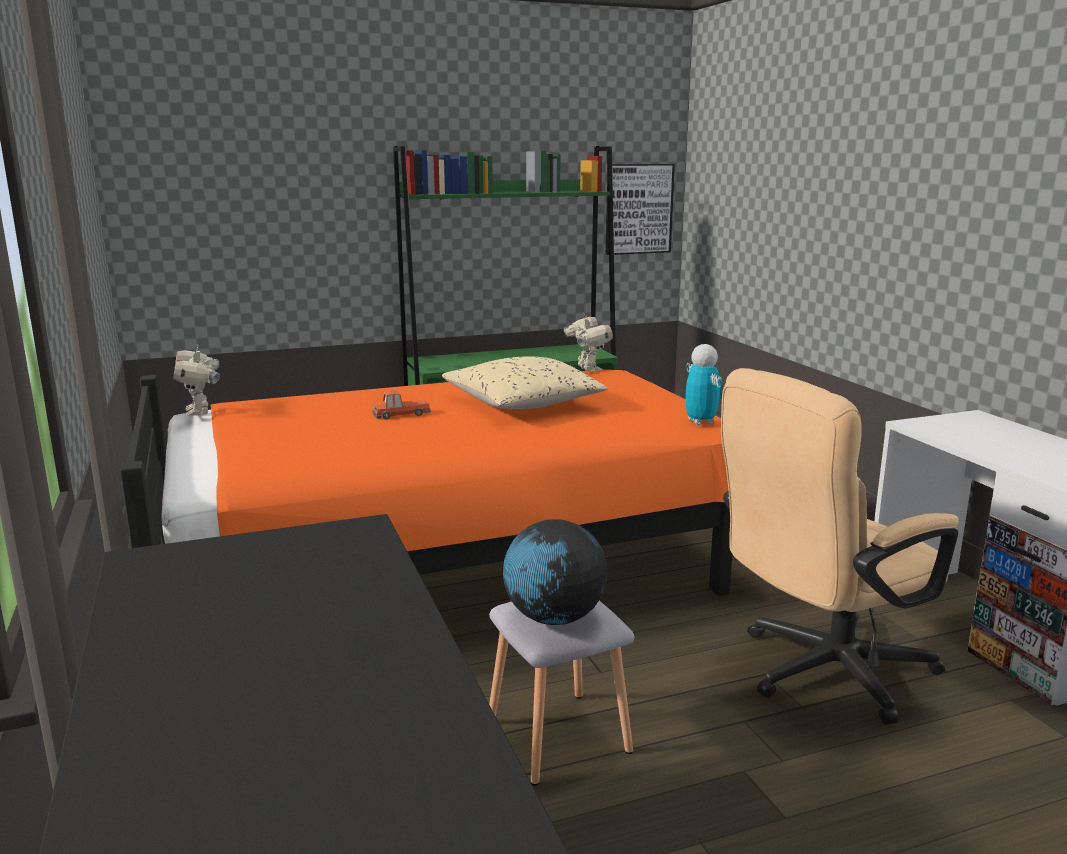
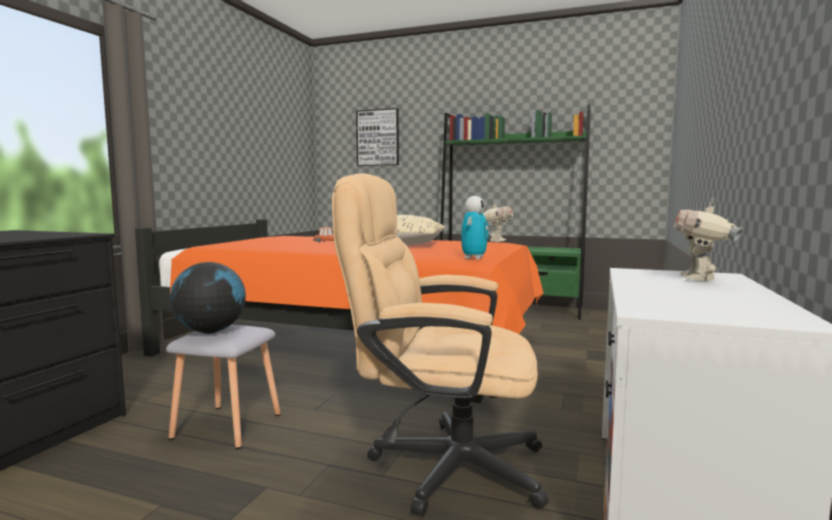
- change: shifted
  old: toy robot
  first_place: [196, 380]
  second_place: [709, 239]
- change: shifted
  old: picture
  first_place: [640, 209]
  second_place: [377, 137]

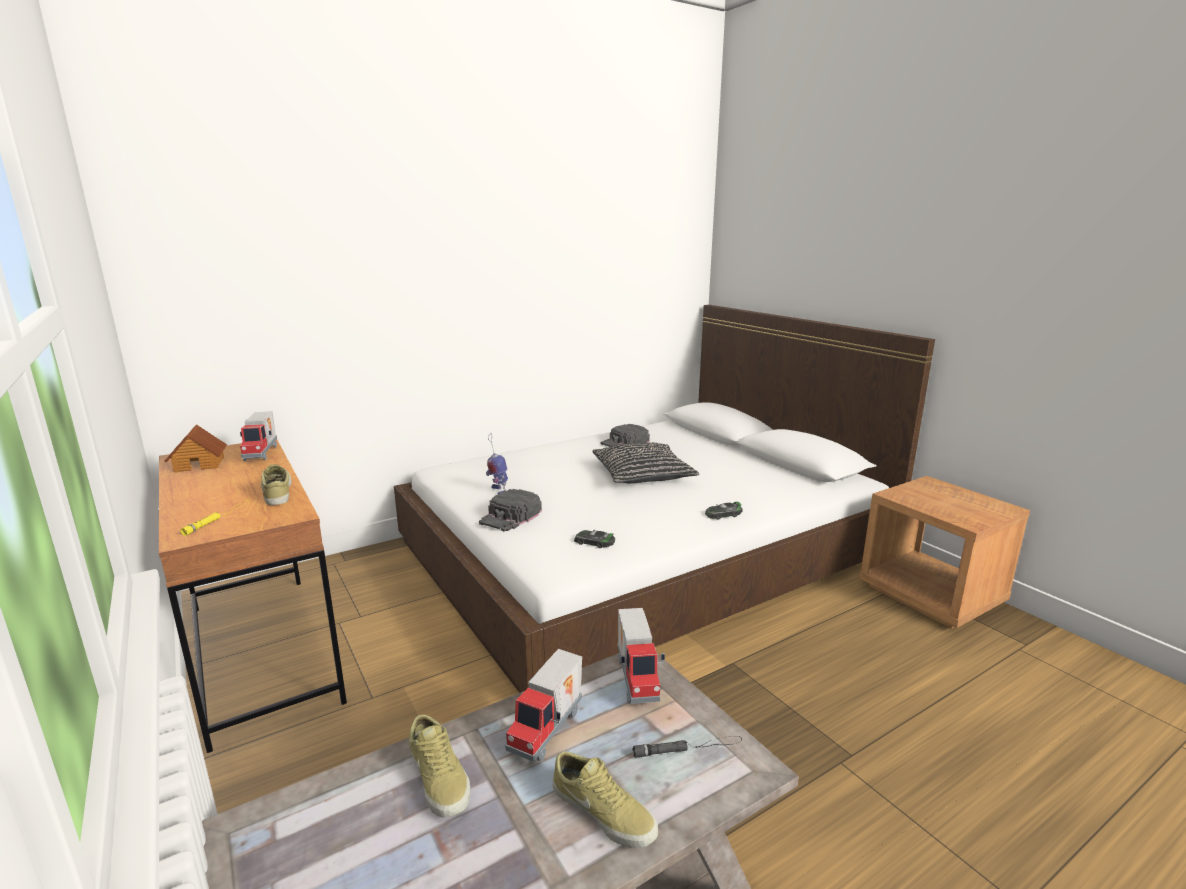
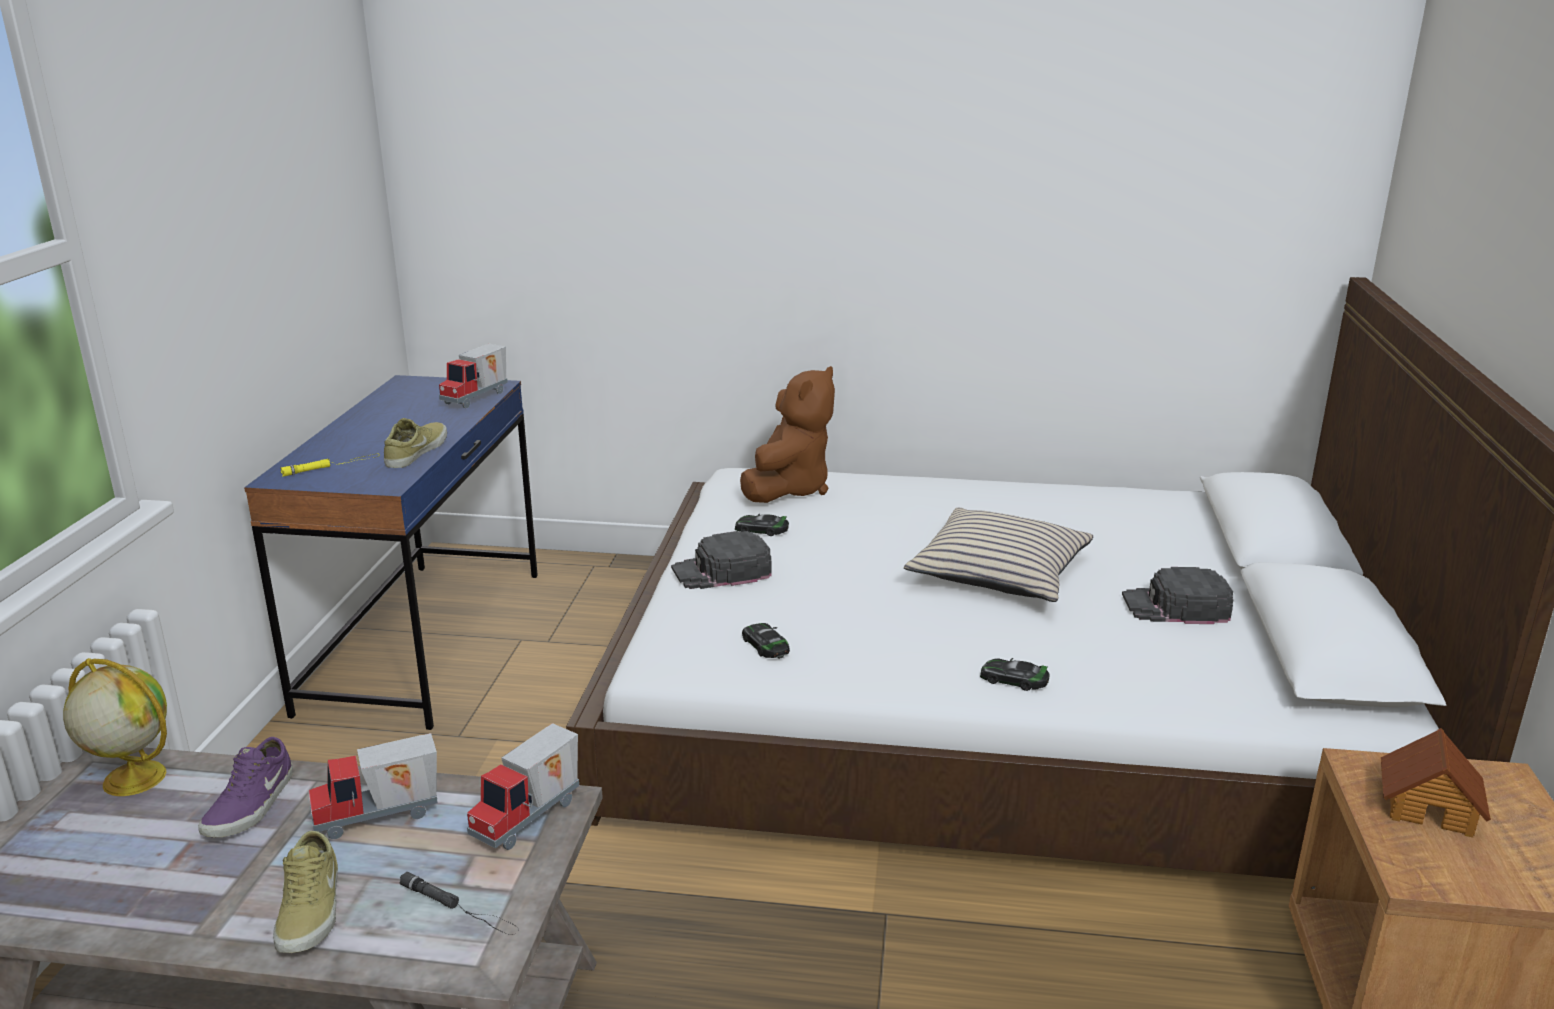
- change: repainted
  old: brown desk
  new: blue desk
  first_place: [253, 596]
  second_place: [391, 552]
- change: shifted
  old: toy house
  first_place: [196, 448]
  second_place: [1436, 783]
- change: repainted
  old: beige shoe
  new: purple shoe
  first_place: [439, 766]
  second_place: [245, 787]
- change: swapped
  old: toy robot
  new: toy car
  first_place: [497, 464]
  second_place: [762, 525]
- change: repainted
  old: black pillow
  new: beige pillow
  first_place: [645, 463]
  second_place: [998, 555]
- change: shifted
  old: black cap
  first_place: [625, 435]
  second_place: [1177, 595]
- change: new
  new: globe
  second_place: [115, 727]
- change: new
  new: brown plush toy
  second_place: [787, 434]

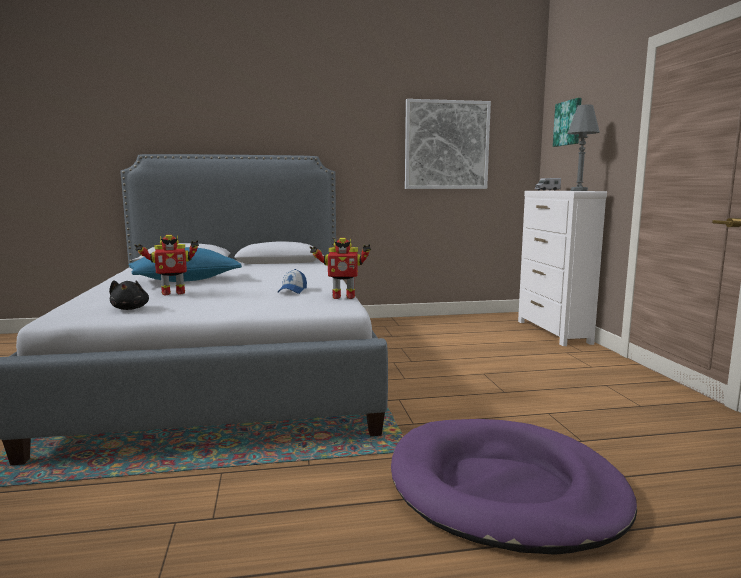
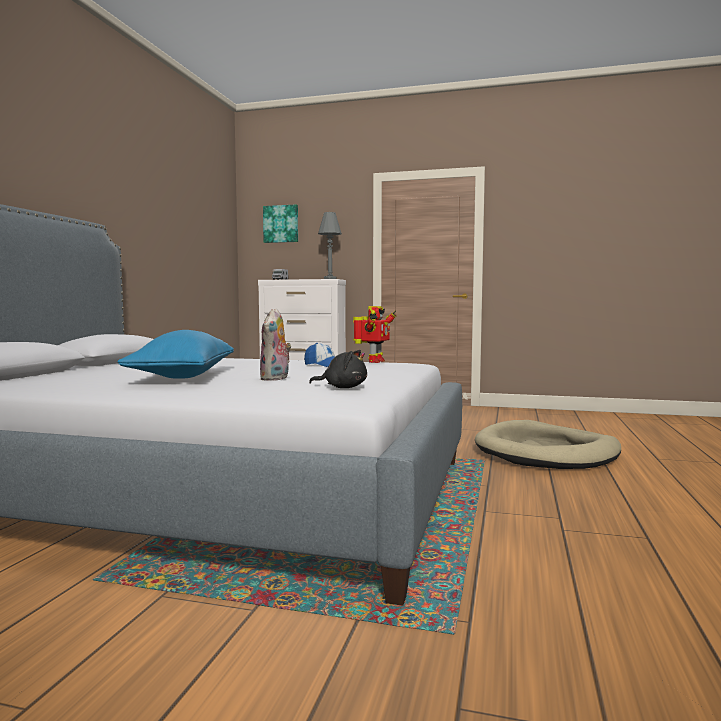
- change: swapped
  old: toy robot
  new: plush toy
  first_place: [166, 265]
  second_place: [275, 345]
- change: repainted
  old: purple dog bed
  new: beige dog bed
  first_place: [514, 486]
  second_place: [548, 444]
- change: gone
  old: picture
  first_place: [448, 144]

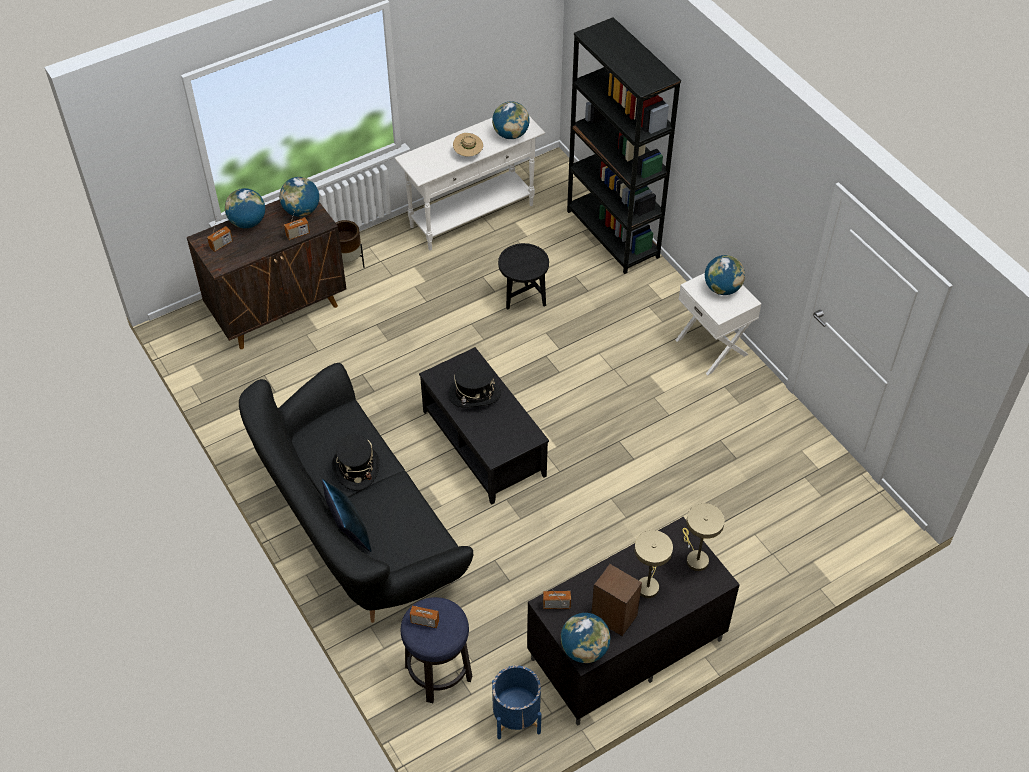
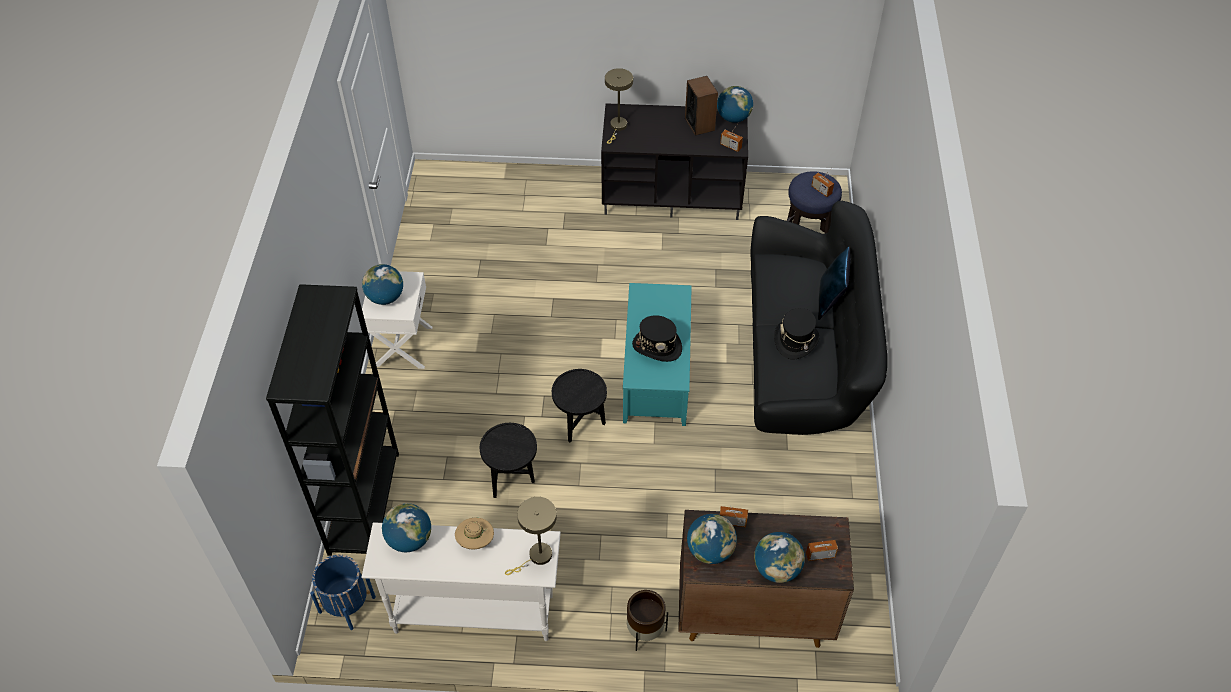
- change: repainted
  old: black coffee table
  new: turquoise coffee table
  first_place: [484, 426]
  second_place: [657, 354]
- change: shifted
  old: blue planter
  first_place: [516, 702]
  second_place: [343, 592]
- change: shifted
  old: beige table lamp
  first_place: [653, 564]
  second_place: [531, 536]
- change: new
  new: black side table
  second_place: [579, 406]

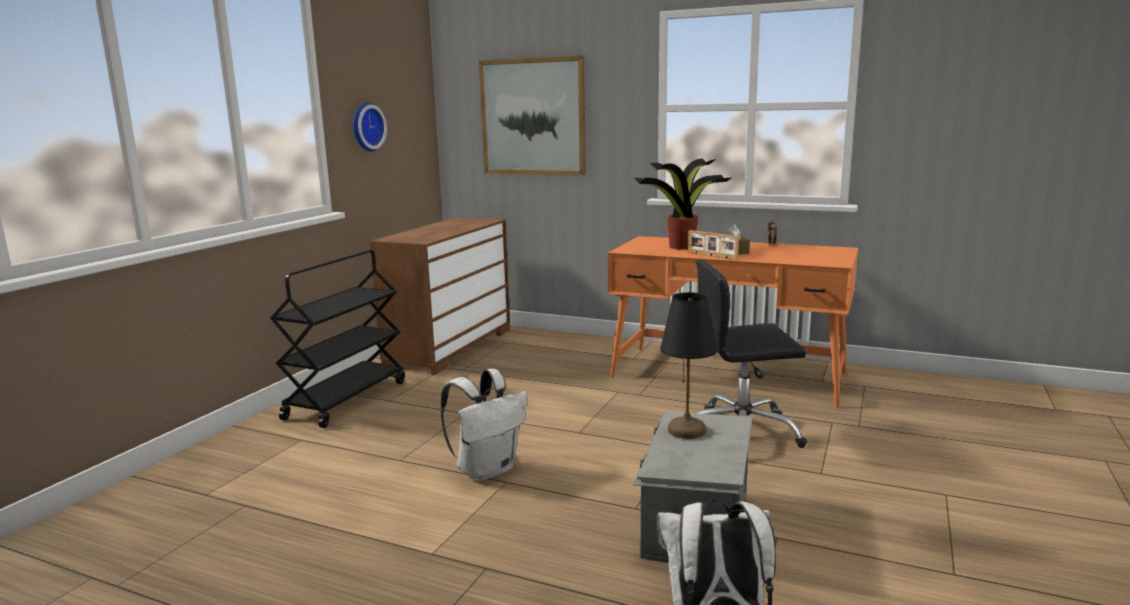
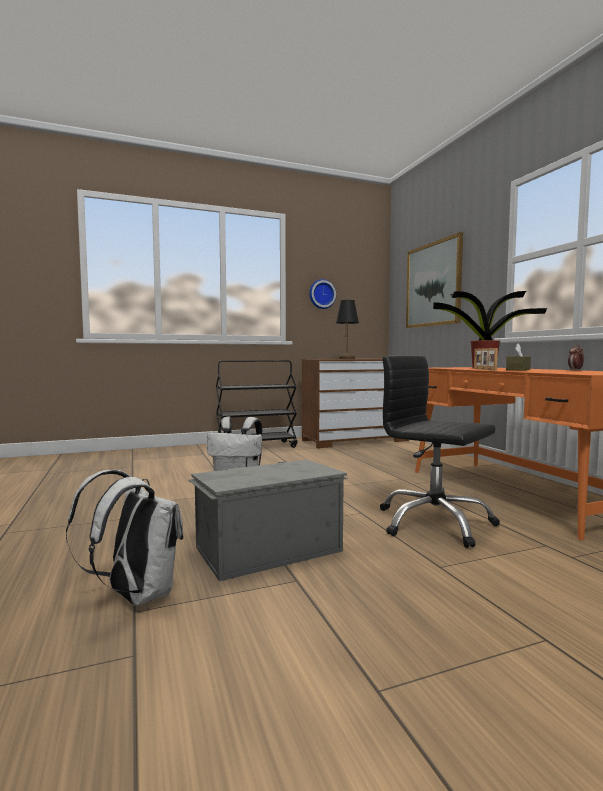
- change: shifted
  old: black table lamp
  first_place: [688, 365]
  second_place: [347, 329]

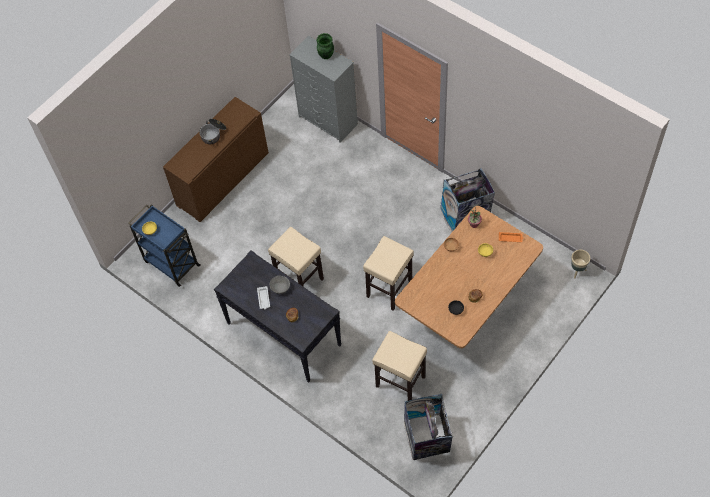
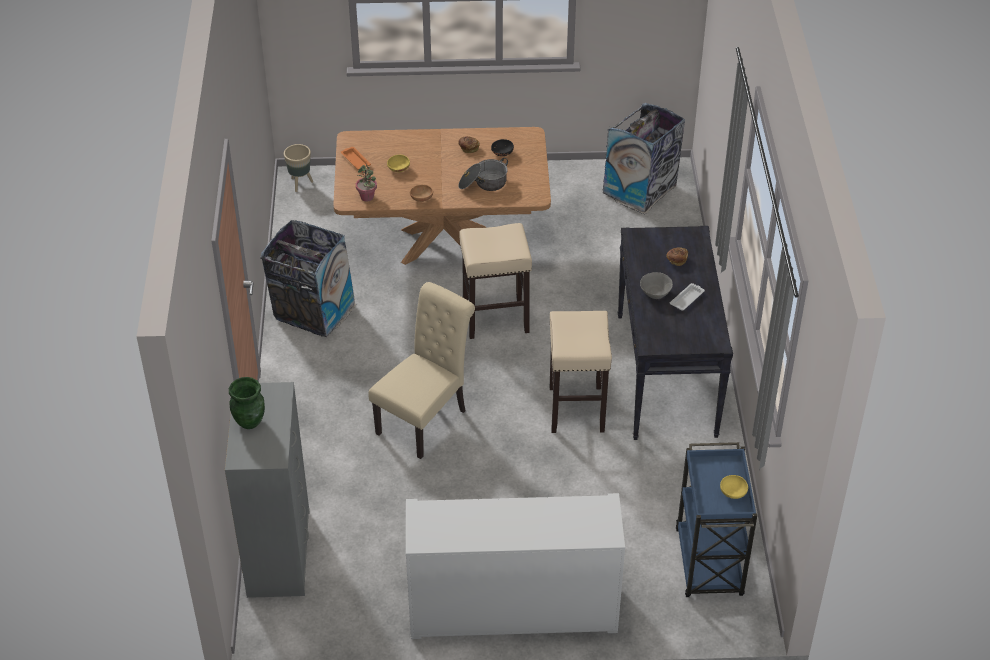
- change: repainted
  old: brown cabinet
  new: white cabinet
  first_place: [216, 159]
  second_place: [515, 566]
- change: shifted
  old: cooking pot
  first_place: [213, 131]
  second_place: [483, 174]
- change: gone
  old: beige stool
  first_place: [399, 366]
- change: new
  new: beige chair
  second_place: [421, 370]

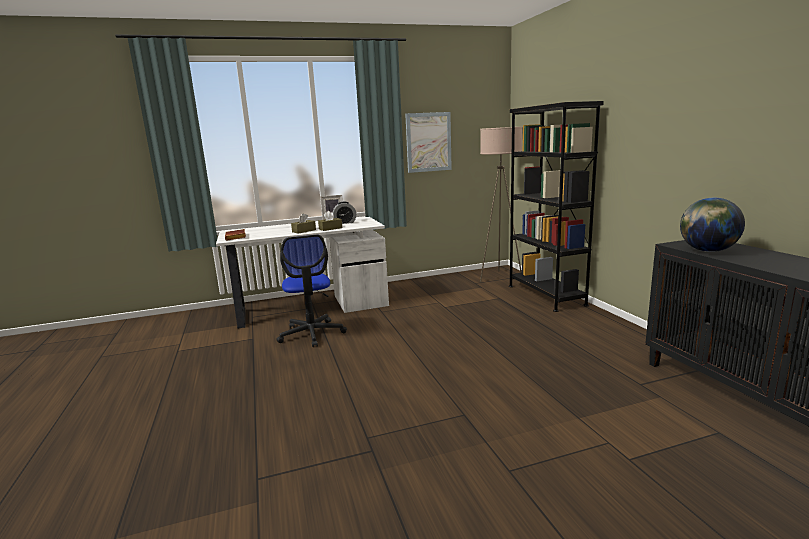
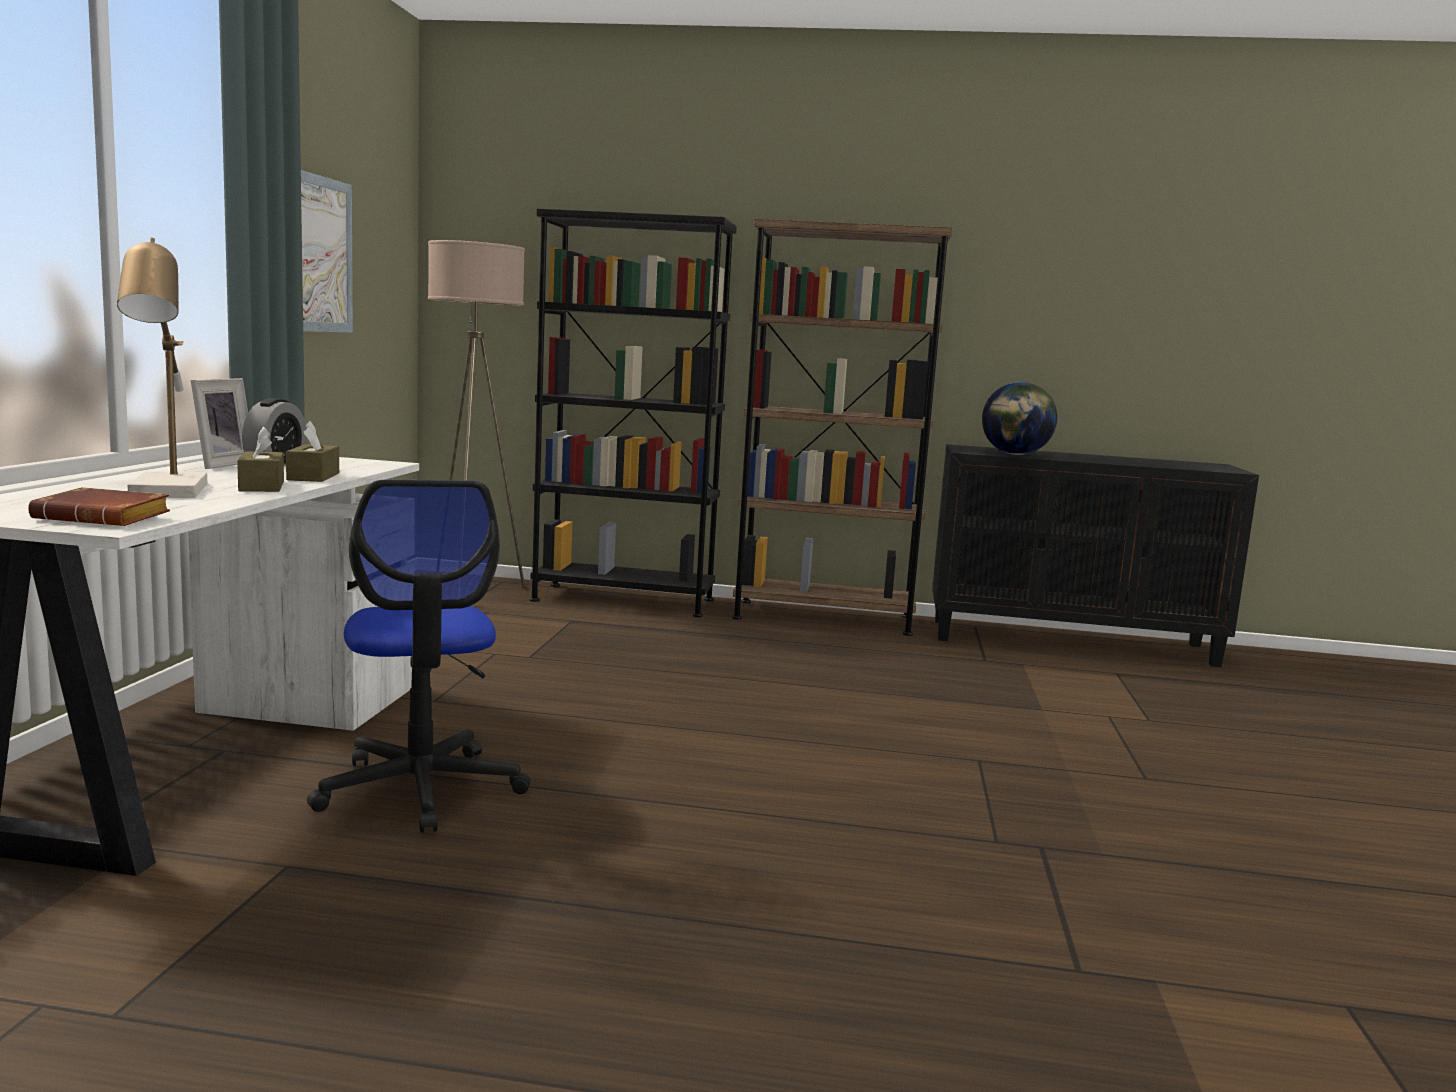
- change: rotated
  old: office chair
  first_place: [312, 291]
  second_place: [419, 656]
  degrees: 60
- change: new
  new: table lamp
  second_place: [162, 368]
- change: new
  new: brown bookcase
  second_place: [842, 427]

